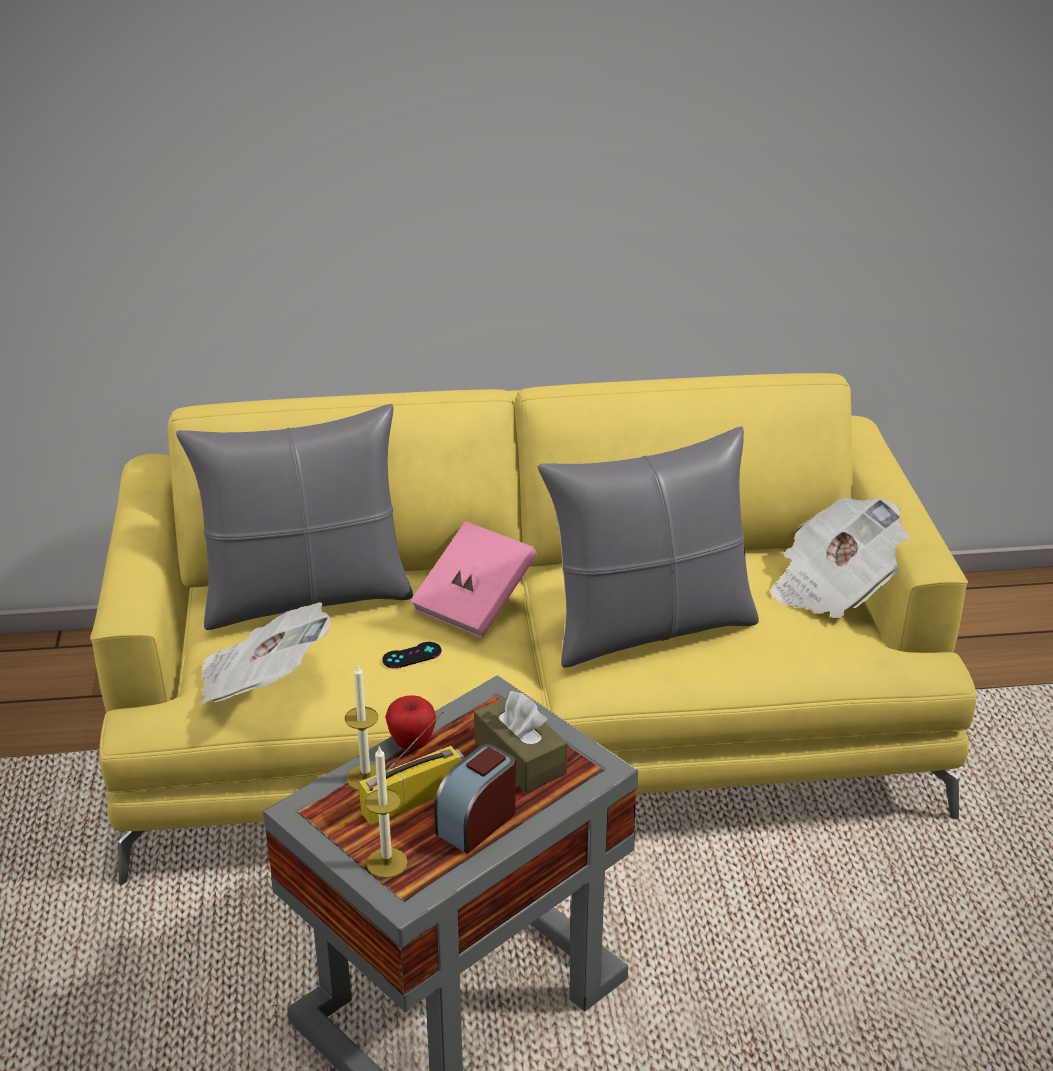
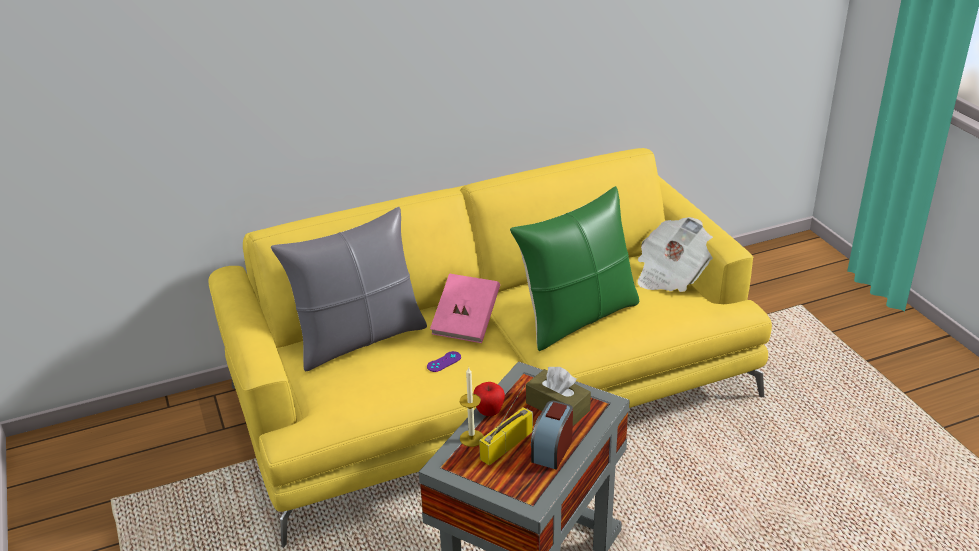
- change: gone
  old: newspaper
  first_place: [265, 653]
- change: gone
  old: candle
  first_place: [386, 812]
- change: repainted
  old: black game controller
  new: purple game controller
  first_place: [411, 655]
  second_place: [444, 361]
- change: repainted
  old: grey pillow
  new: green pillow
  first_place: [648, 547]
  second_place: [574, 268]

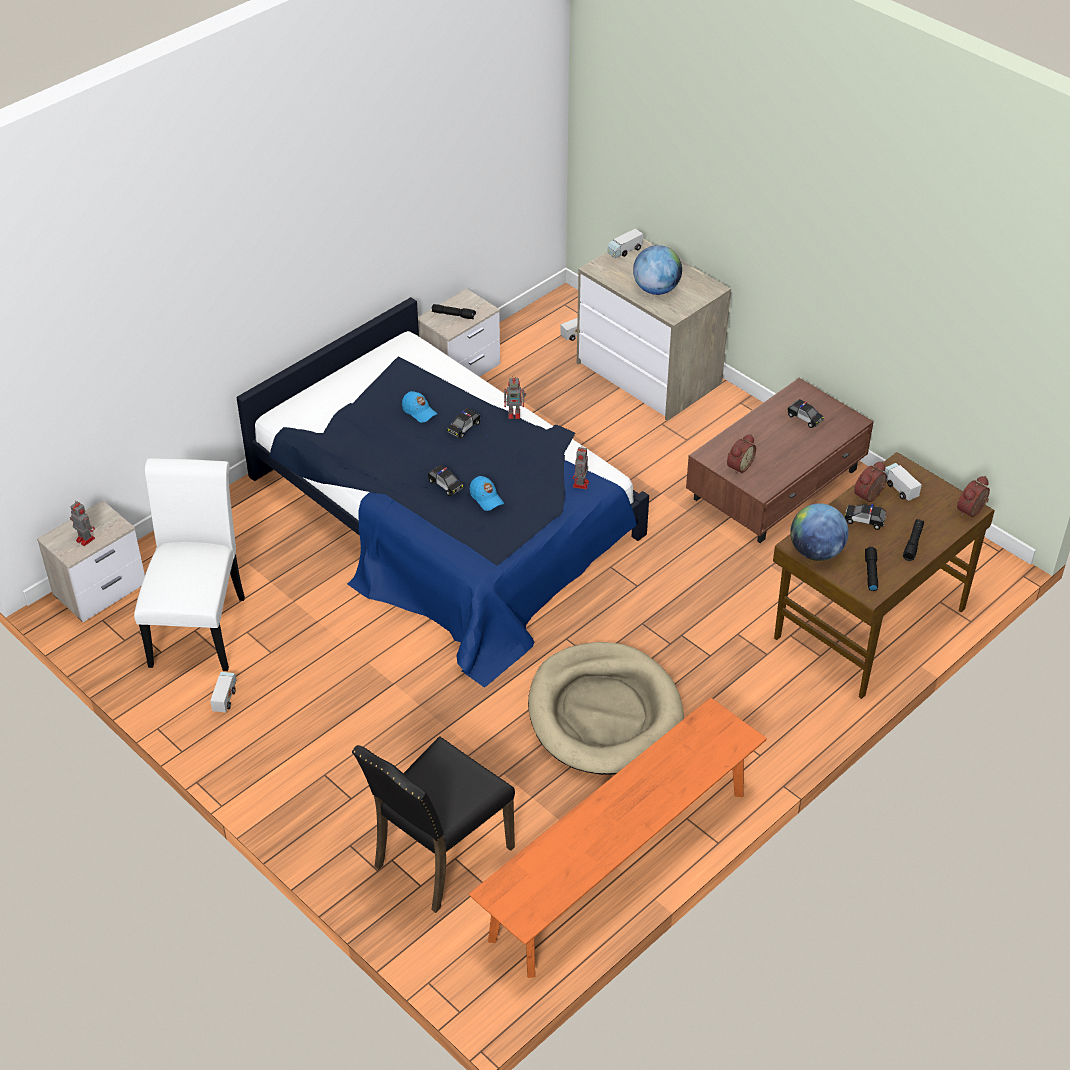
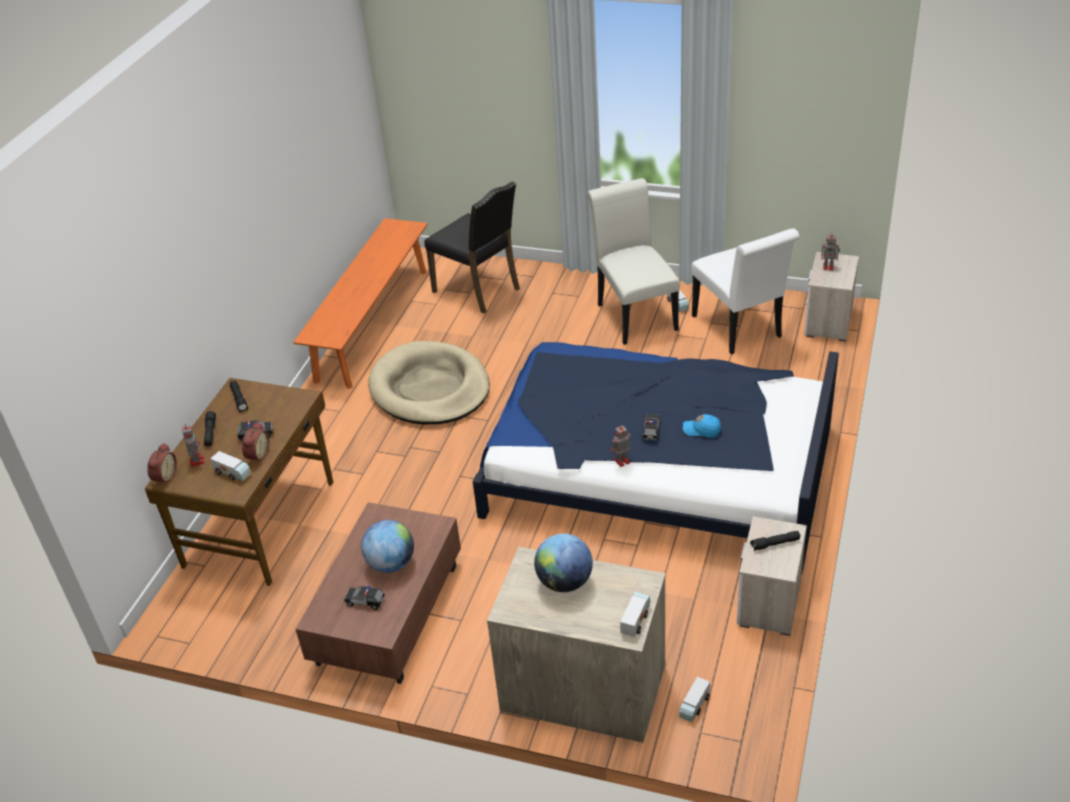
- change: rotated
  old: black chair
  first_place: [433, 825]
  second_place: [472, 247]
  degrees: 120
- change: gone
  old: toy car
  first_place: [446, 480]
- change: gone
  old: blue cap
  first_place: [487, 493]
- change: shifted
  old: toy robot
  first_place: [581, 468]
  second_place: [193, 445]
- change: gone
  old: alarm clock
  first_place: [741, 454]
- change: shifted
  old: globe
  first_place: [819, 532]
  second_place: [387, 546]
- change: new
  new: white chair
  second_place: [633, 261]

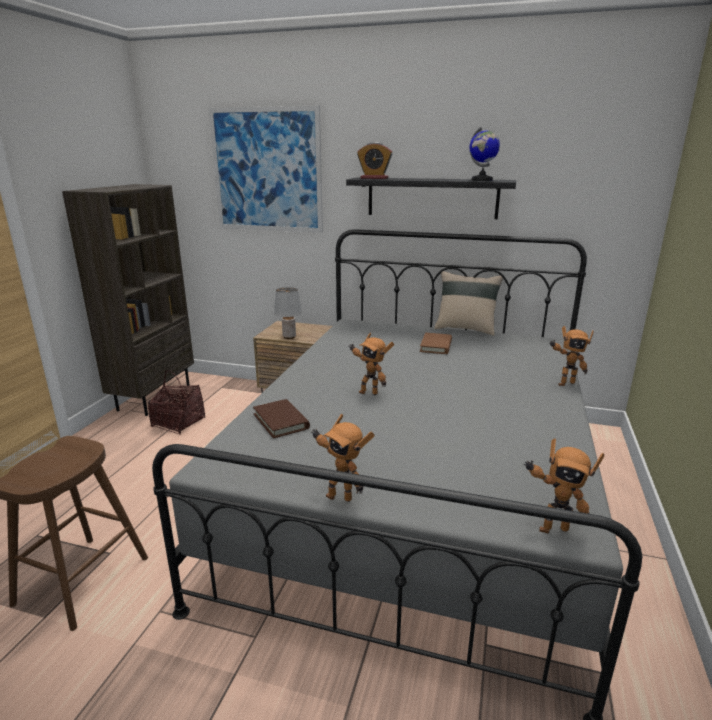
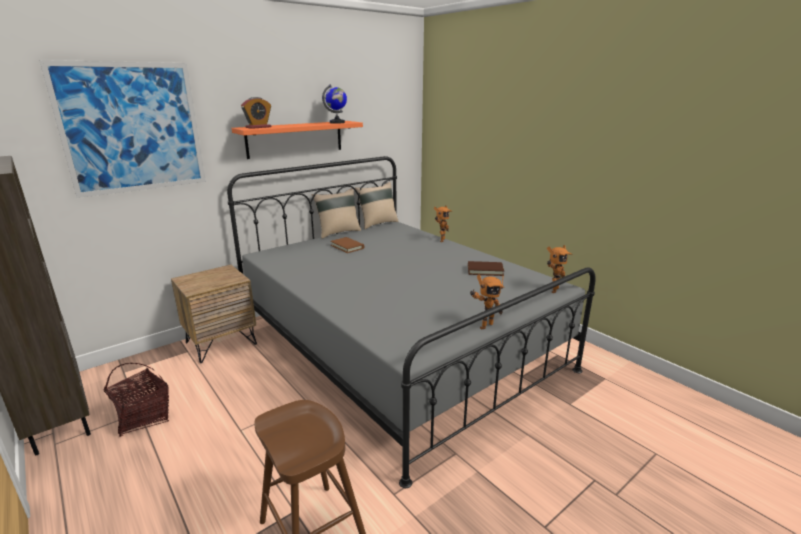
- change: shifted
  old: brown book
  first_place: [281, 419]
  second_place: [486, 268]
- change: gone
  old: grey table lamp
  first_place: [288, 313]
- change: repainted
  old: black shelf
  new: orange shelf
  first_place: [431, 198]
  second_place: [297, 140]
- change: gone
  old: toy robot
  first_place: [371, 364]
- change: new
  new: beige pillow
  second_place: [377, 205]

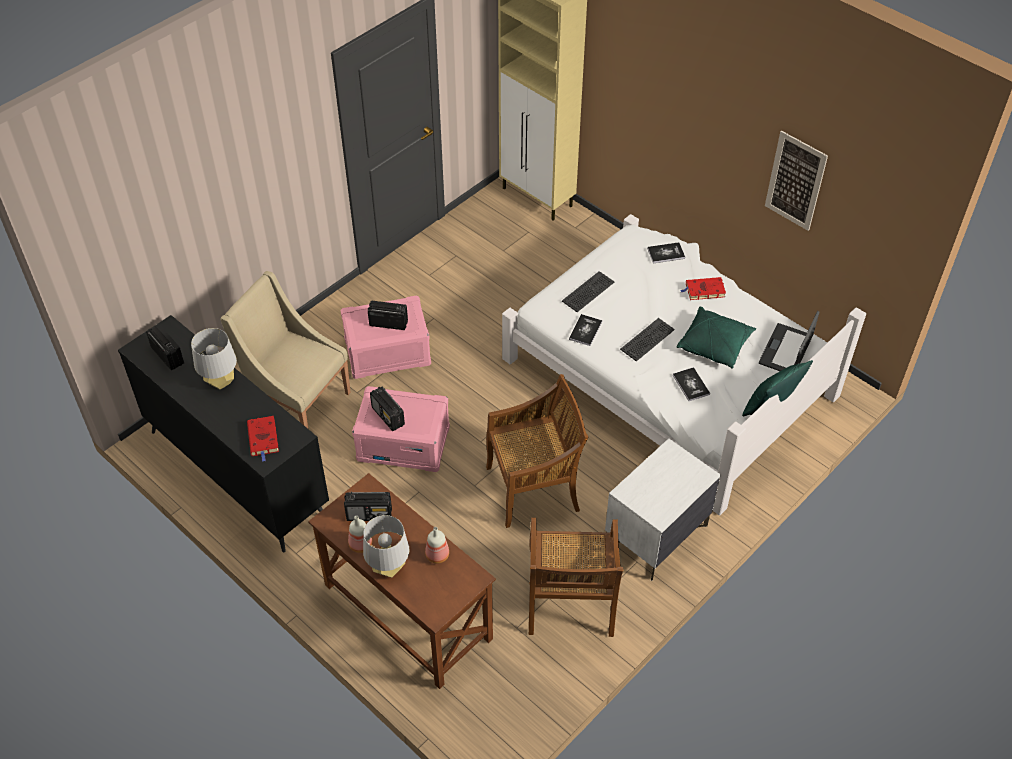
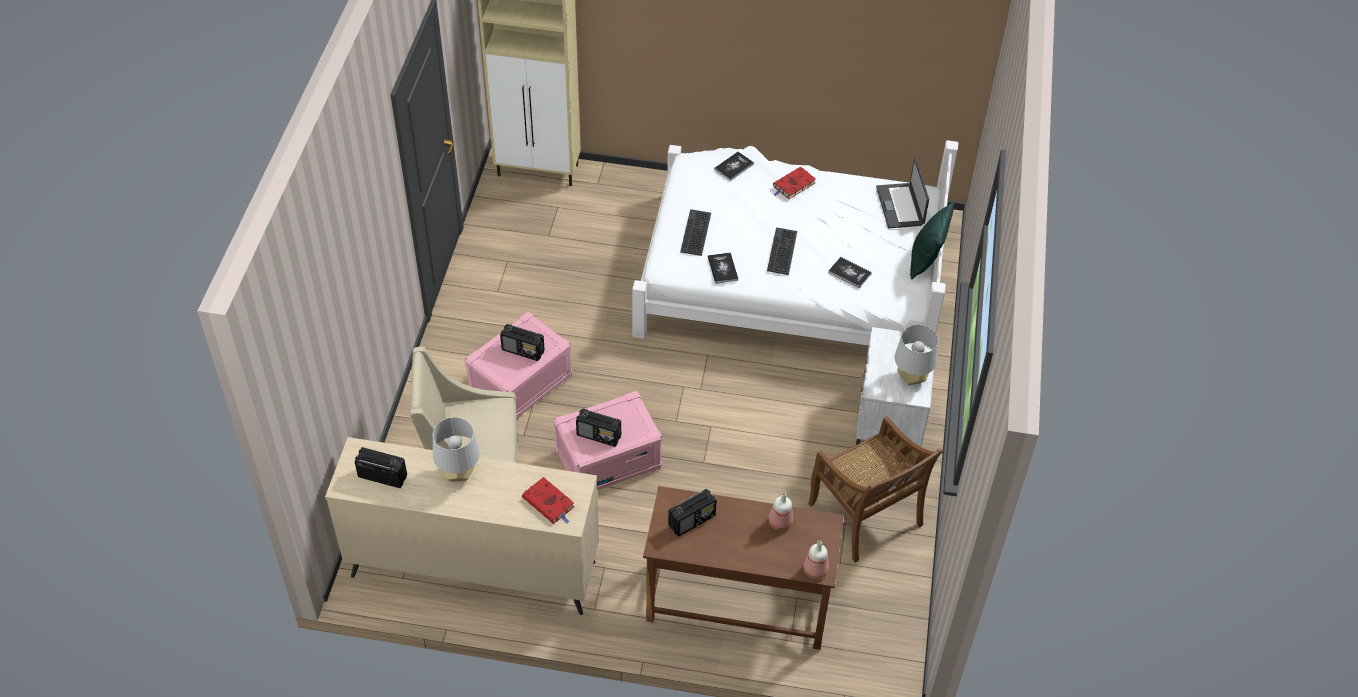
- change: repainted
  old: black dresser
  new: beige dresser
  first_place: [223, 433]
  second_place: [462, 526]
- change: shifted
  old: bottle
  first_place: [360, 534]
  second_place: [816, 559]
- change: shifted
  old: grey table lamp
  first_place: [386, 546]
  second_place: [917, 354]
- change: rotated
  old: radio
  first_place: [388, 315]
  second_place: [522, 342]
  degrees: -135
- change: gone
  old: brown chair
  first_place: [537, 451]
- change: gone
  old: green pillow
  first_place: [716, 338]
- change: gone
  old: picture
  first_place: [796, 181]

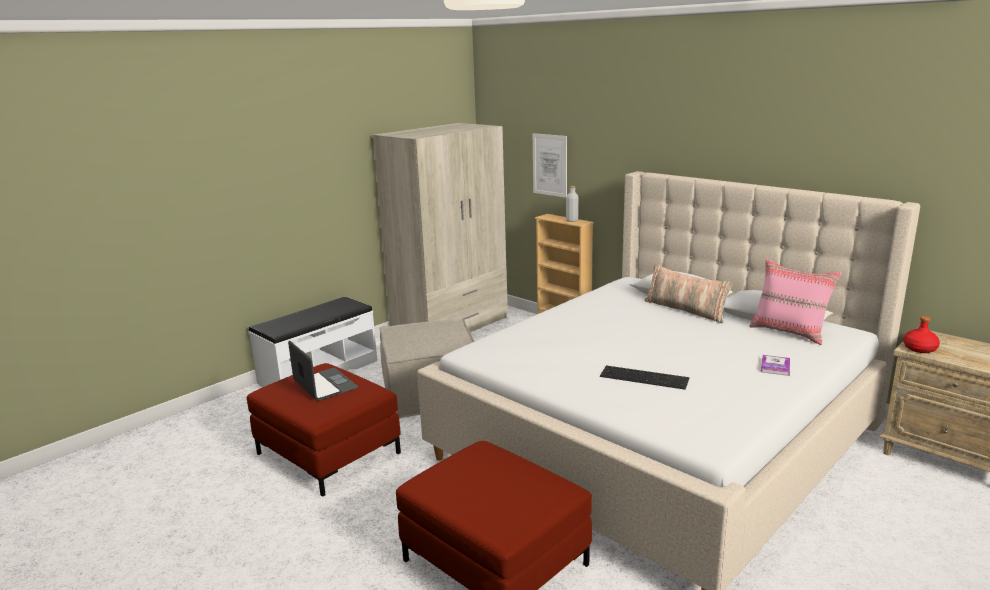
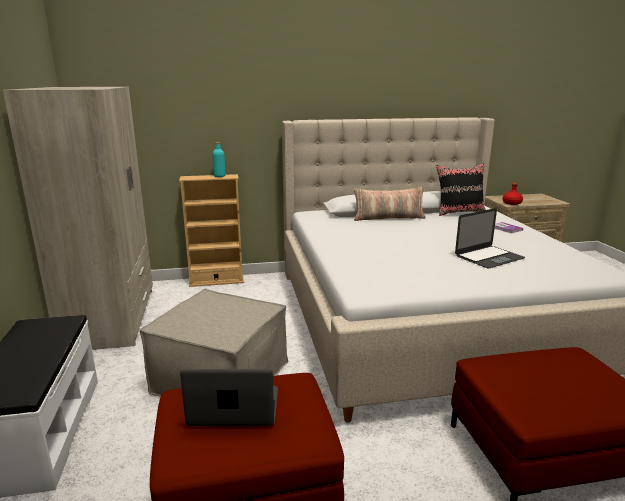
- change: gone
  old: picture
  first_place: [550, 165]
- change: repainted
  old: grey bottle
  new: turquoise bottle
  first_place: [572, 204]
  second_place: [219, 159]
- change: swapped
  old: keyboard
  new: laptop
  first_place: [644, 377]
  second_place: [490, 238]
- change: repainted
  old: pink pillow
  new: black pillow
  first_place: [795, 302]
  second_place: [461, 189]

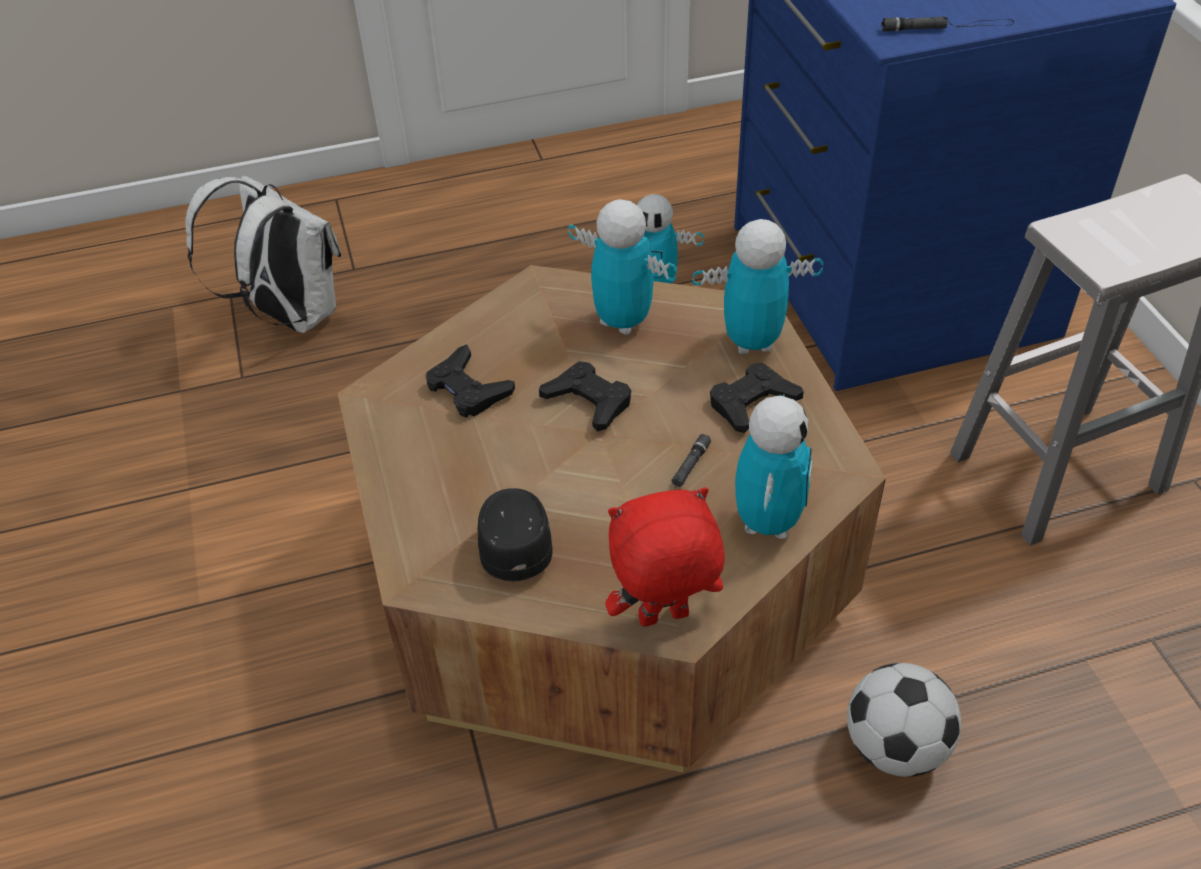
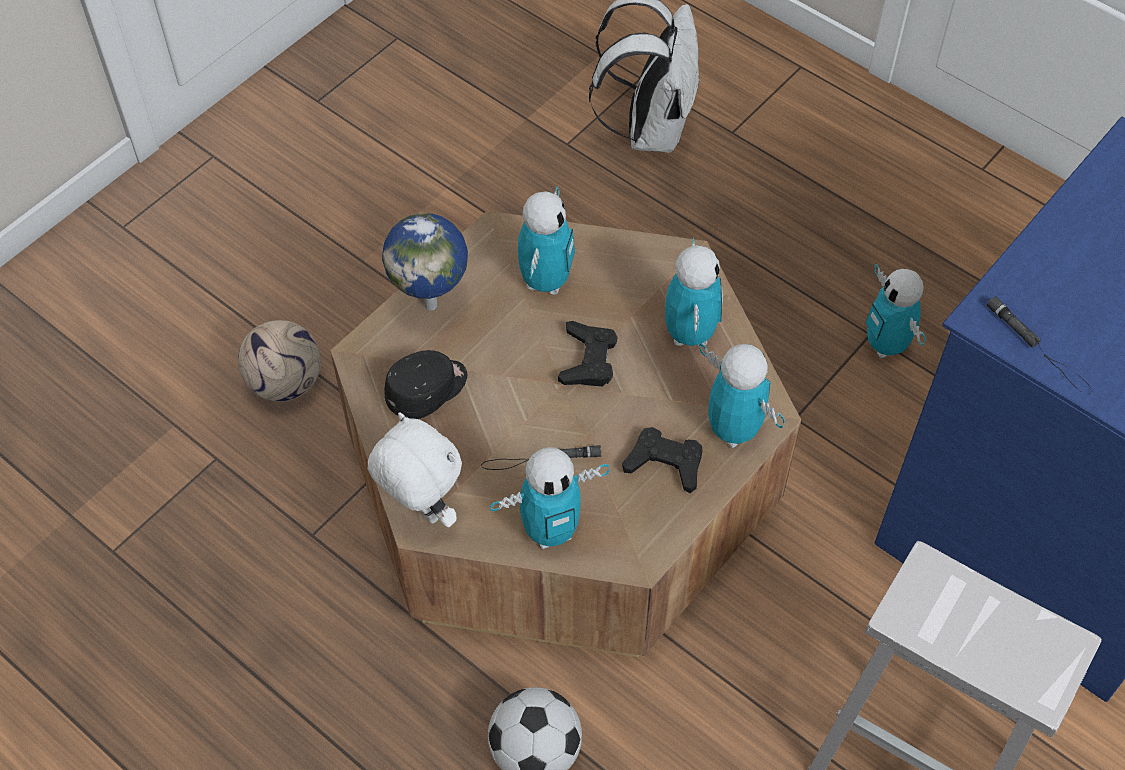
- change: swapped
  old: black game controller
  new: toy robot
  first_place: [470, 381]
  second_place: [546, 240]
- change: repainted
  old: red plush toy
  new: white plush toy
  first_place: [664, 557]
  second_place: [415, 469]
- change: new
  new: football
  second_place: [279, 361]
- change: new
  new: globe
  second_place: [425, 262]

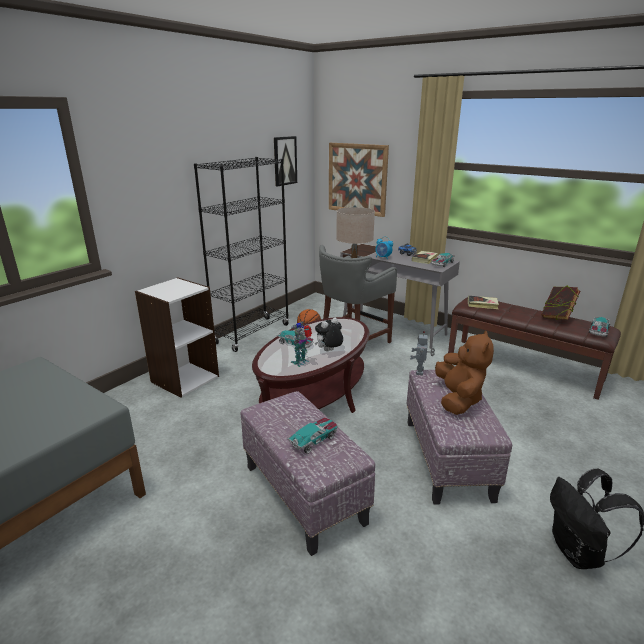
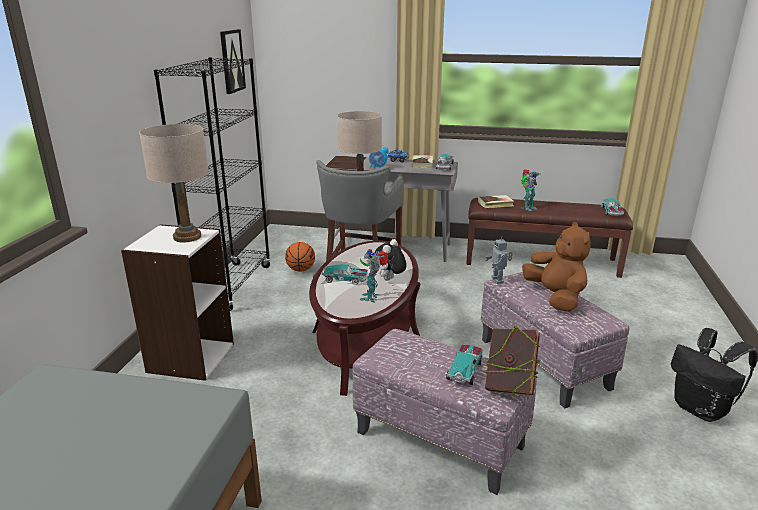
- change: gone
  old: picture
  first_place: [359, 180]
- change: shifted
  old: book
  first_place: [560, 302]
  second_place: [512, 361]
- change: new
  new: beige table lamp
  second_place: [174, 183]
- change: new
  new: toy robot
  second_place: [530, 190]

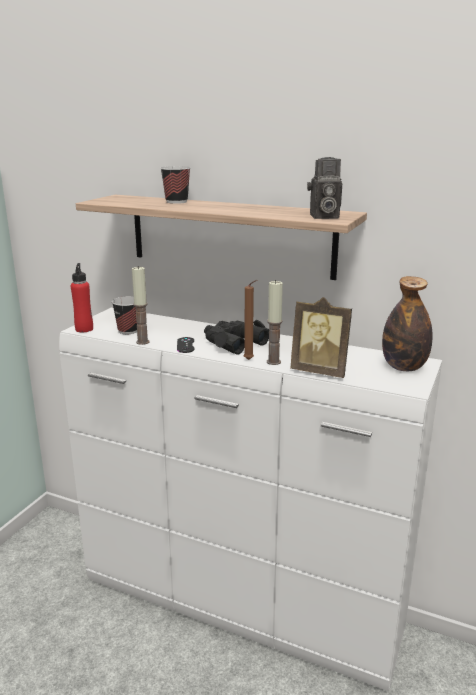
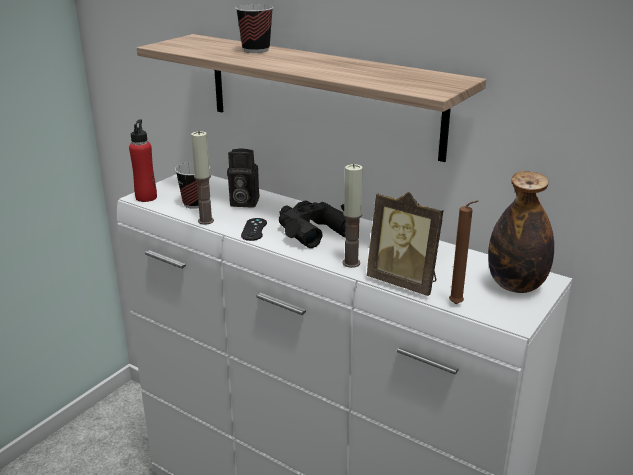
- change: shifted
  old: brown candle
  first_place: [250, 320]
  second_place: [464, 252]
- change: shifted
  old: photo camera
  first_place: [324, 188]
  second_place: [243, 178]

